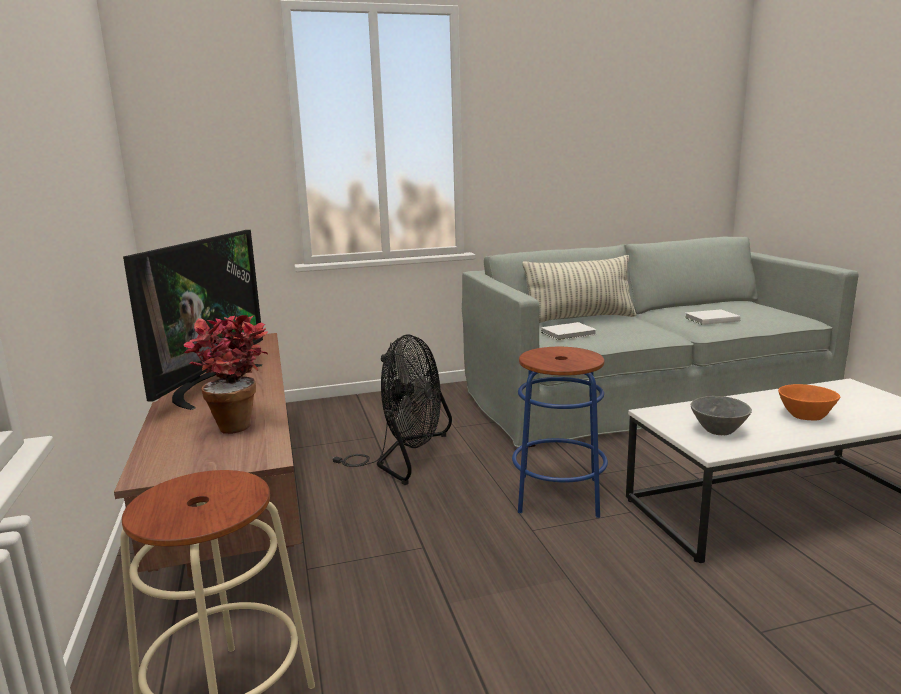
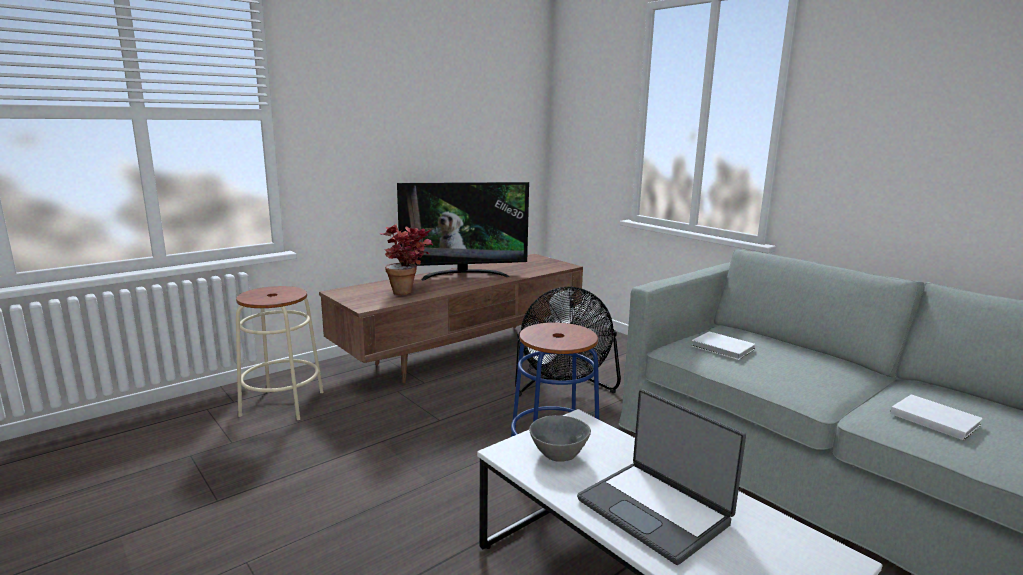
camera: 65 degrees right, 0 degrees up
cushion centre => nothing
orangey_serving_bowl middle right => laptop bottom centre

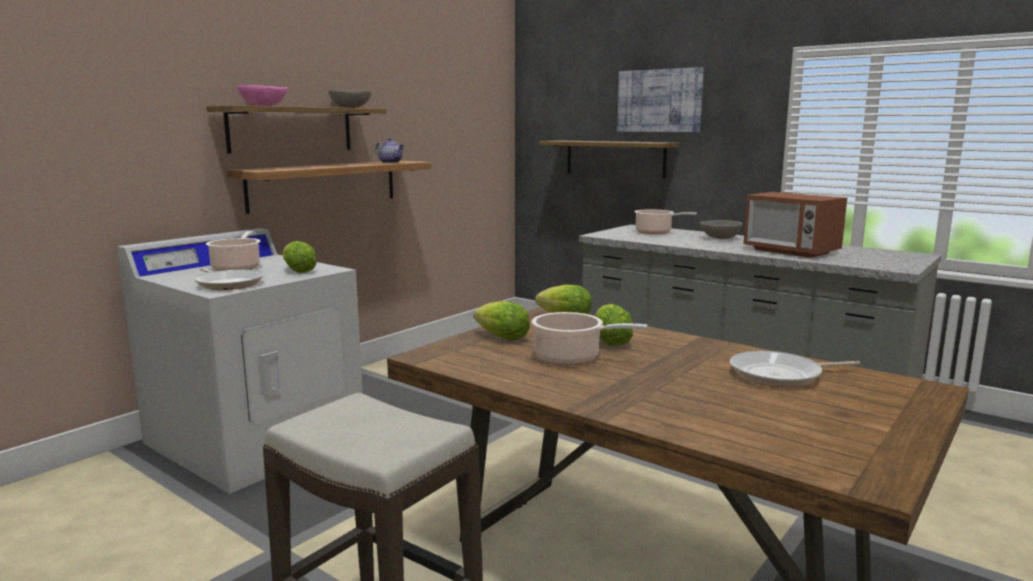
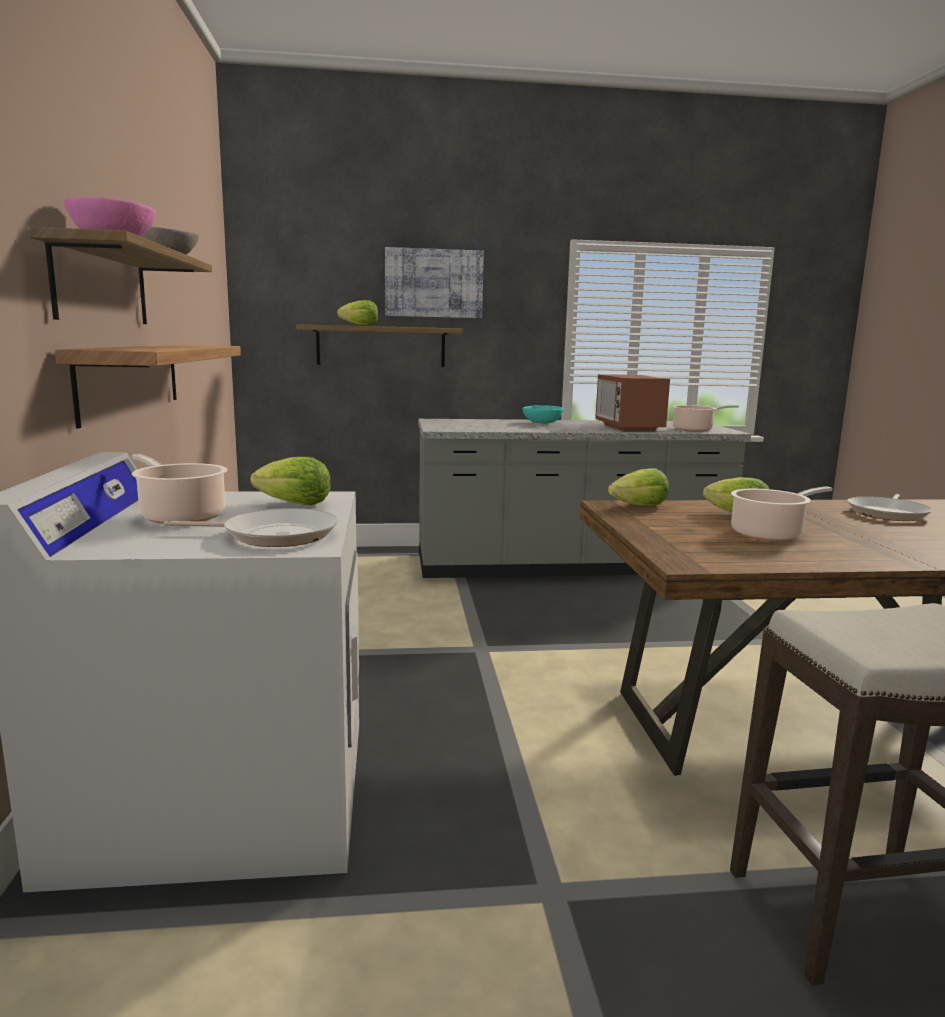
camera: 45 degrees left, 0 degrees up
teapot top centre => nothing
microwave middle right, 75 degrees clockwise
saucepot (3rd from left in the first image) centre => saucepot (2nd from left) middle right, moved
gray_serving_bowl (2nd from left) middle right => turquoise-coloured_serving_bowl centre
lettuce (2nd from left) centre => lettuce (2nd from left) top centre, moved

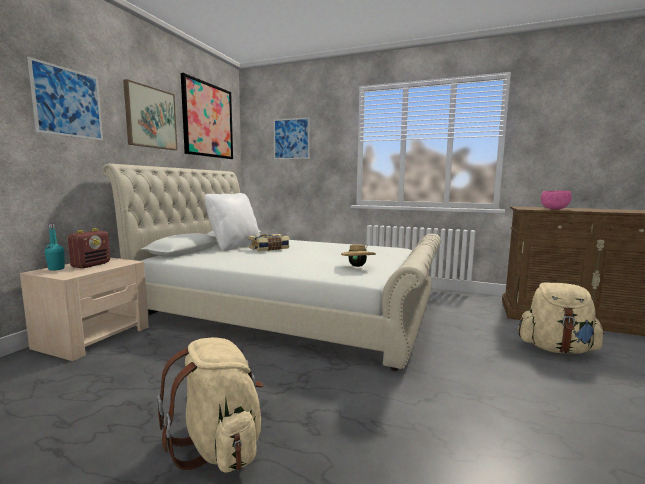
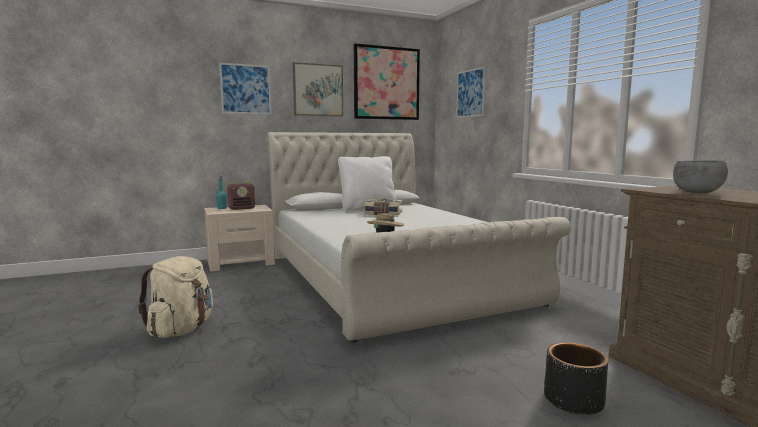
camera: 45 degrees right, 0 degrees up
pink-coloured_serving_bowl middle right => gray_serving_bowl middle right
beige_rucksack (2nd from left) middle right => black_plant_pot bottom right

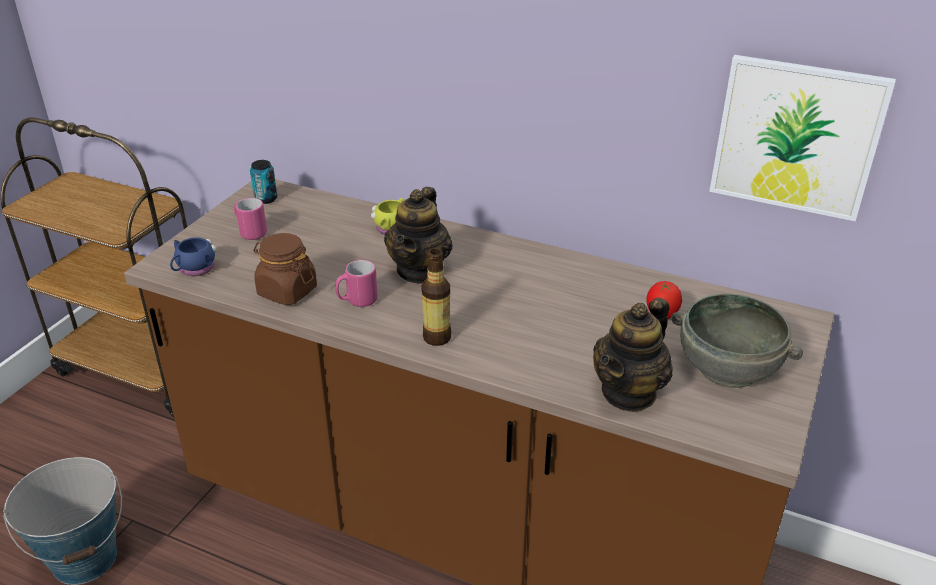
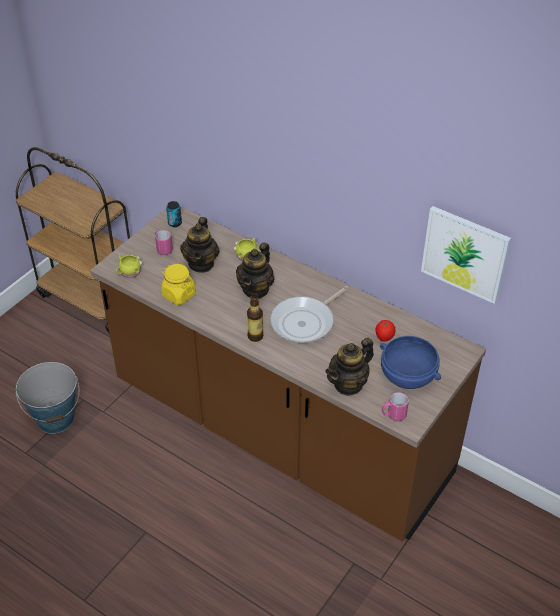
camera: 10 degrees right, 10 degrees up
brown_storage_jar middle left => yellow-coloured_storage_jar middle left
bluish_tea_mug middle left => yellow-coloured_tea_mug (1st from left) middle left
pink-coloured_tea_mug (2nd from left) centre => pink-coloured_tea_mug (2nd from left) middle right, moved
gray_serving_bowl middle right => bluish_serving_bowl middle right
nothing => teapot (1st from left) centre
nothing => frying_pan centre

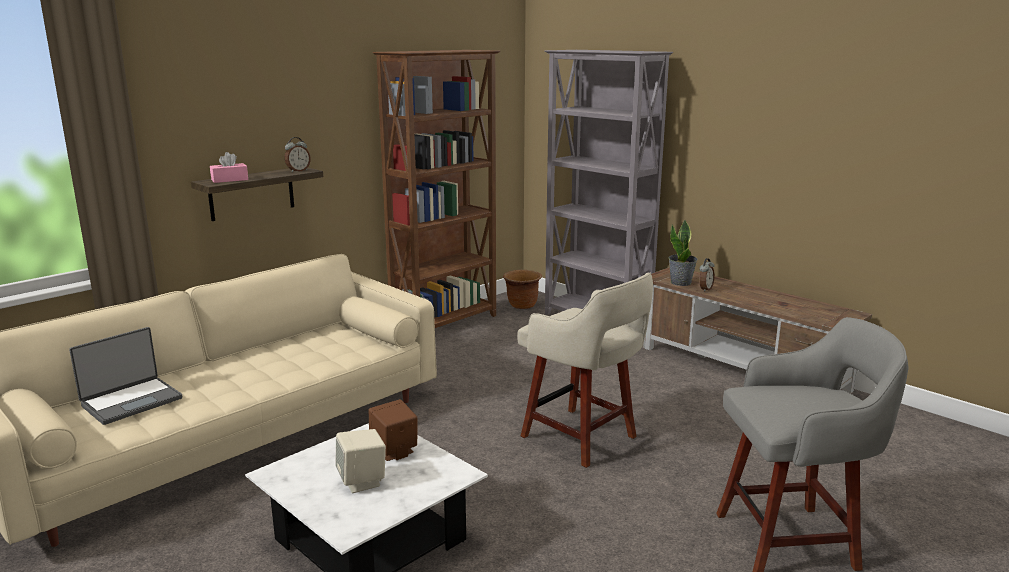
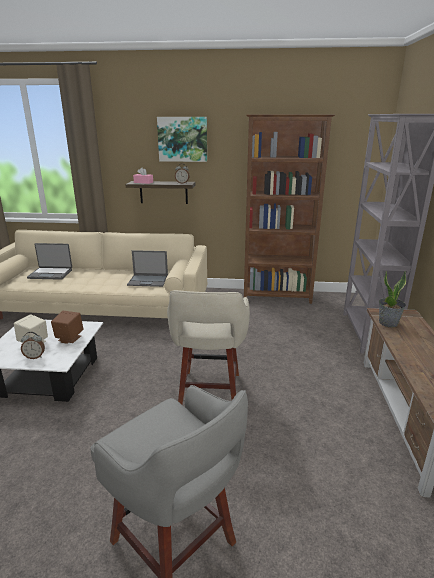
camera: 50 degrees right, 5 degrees up
alarm_clock (2nd from left in the first image) middle right => alarm_clock (1st from left) middle left, moved
brown_plant_pot centre => nothing
nothing => wall_art top centre
nothing => laptop (2nd from left) centre

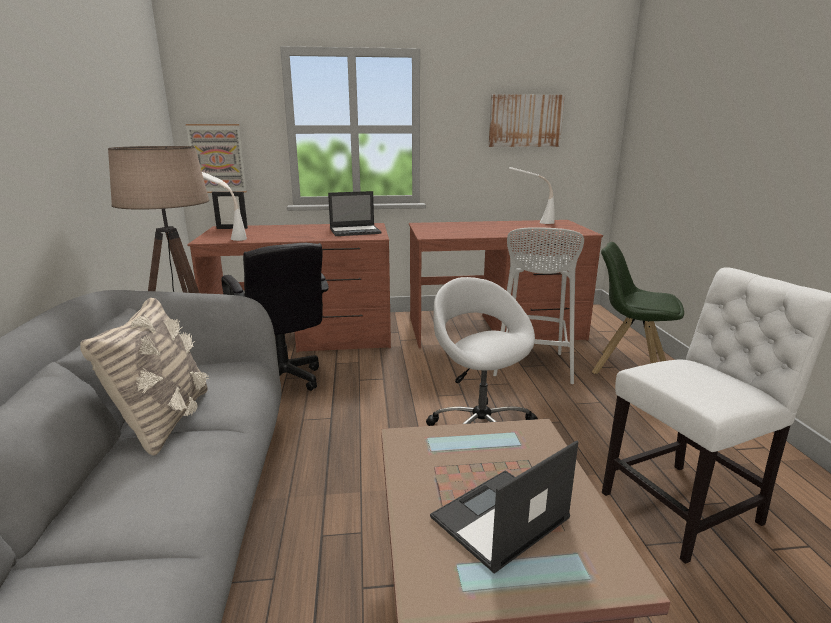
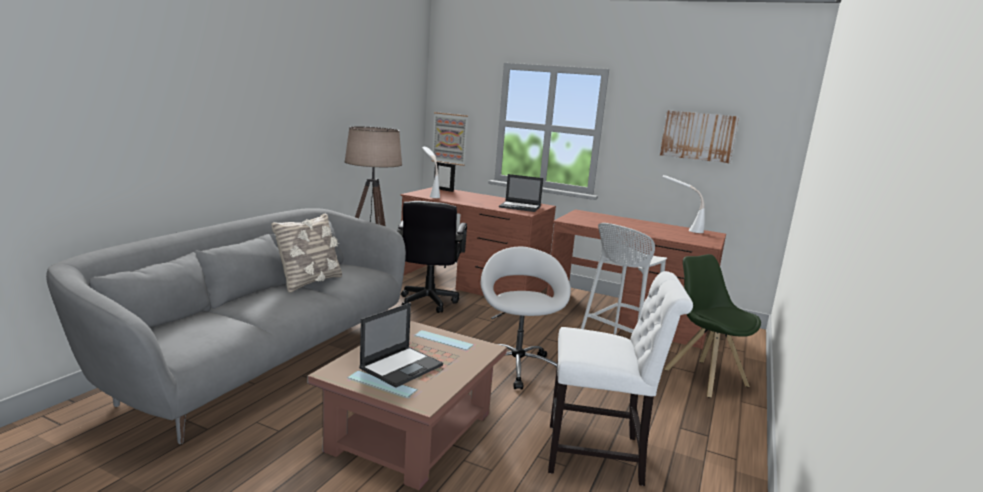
camera: 30 degrees right, 5 degrees down
laptop (2nd from left in the first image) bottom centre => laptop (1st from left) bottom centre, 135 degrees clockwise

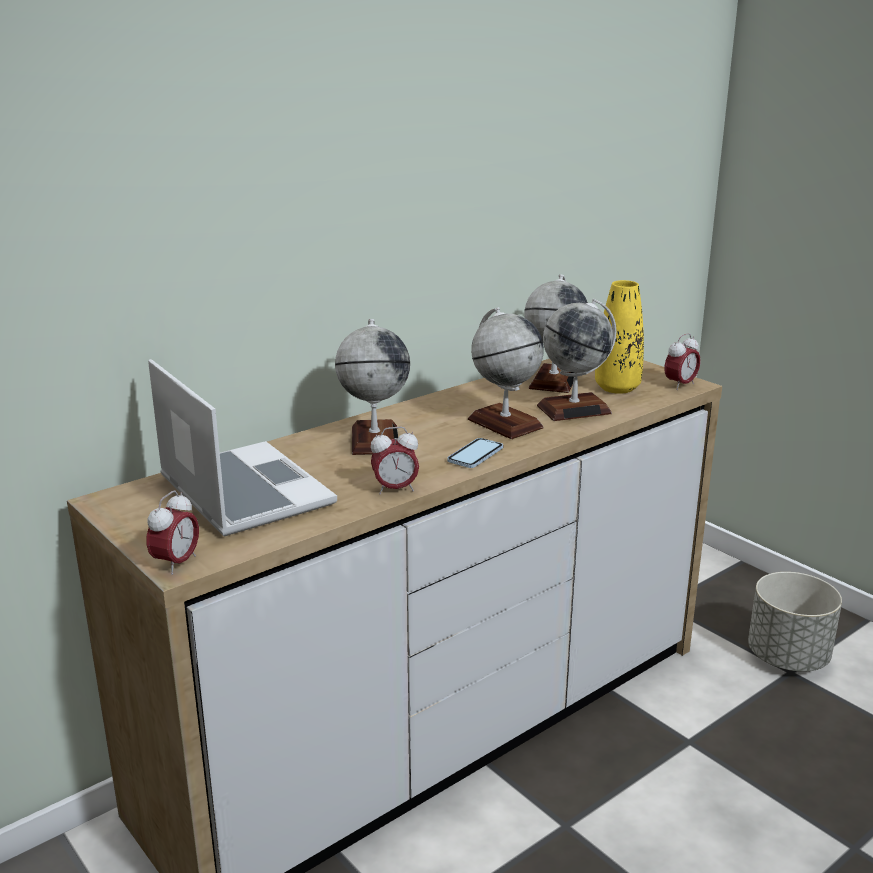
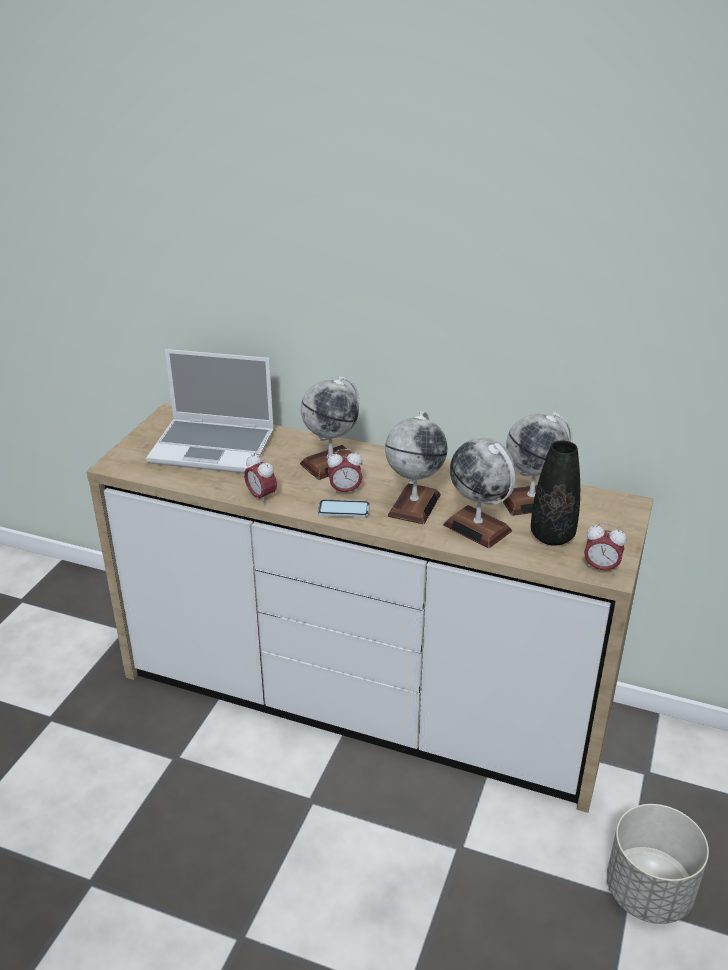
camera: 60 degrees right, 10 degrees up
yellow-coloured_vase middle right => black_vase middle right
laptop middle left, 75 degrees clockwise
alarm_clock (1st from left in the first image) middle left => alarm_clock (2nd from left) centre, moved

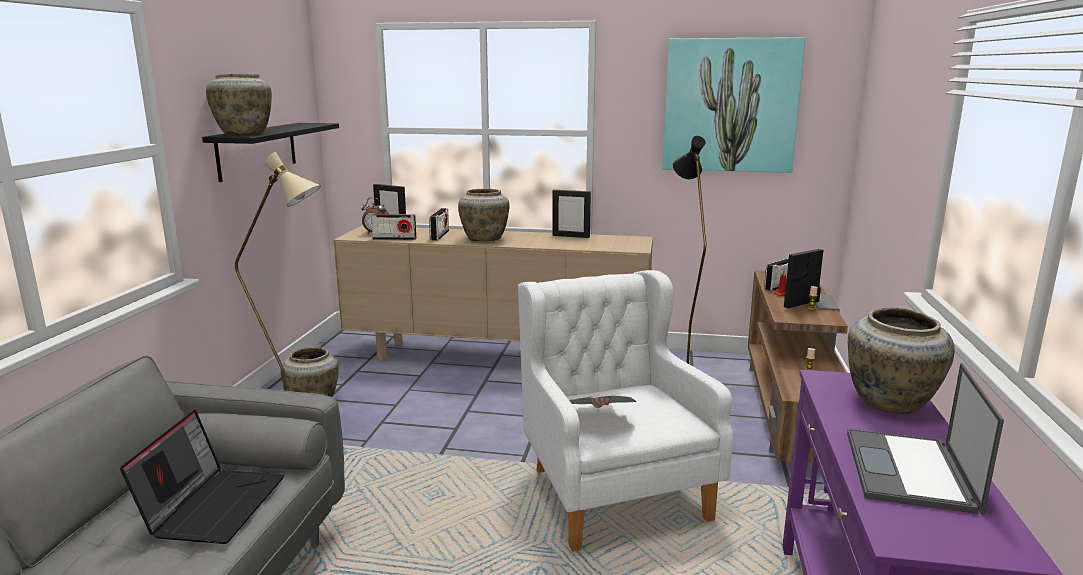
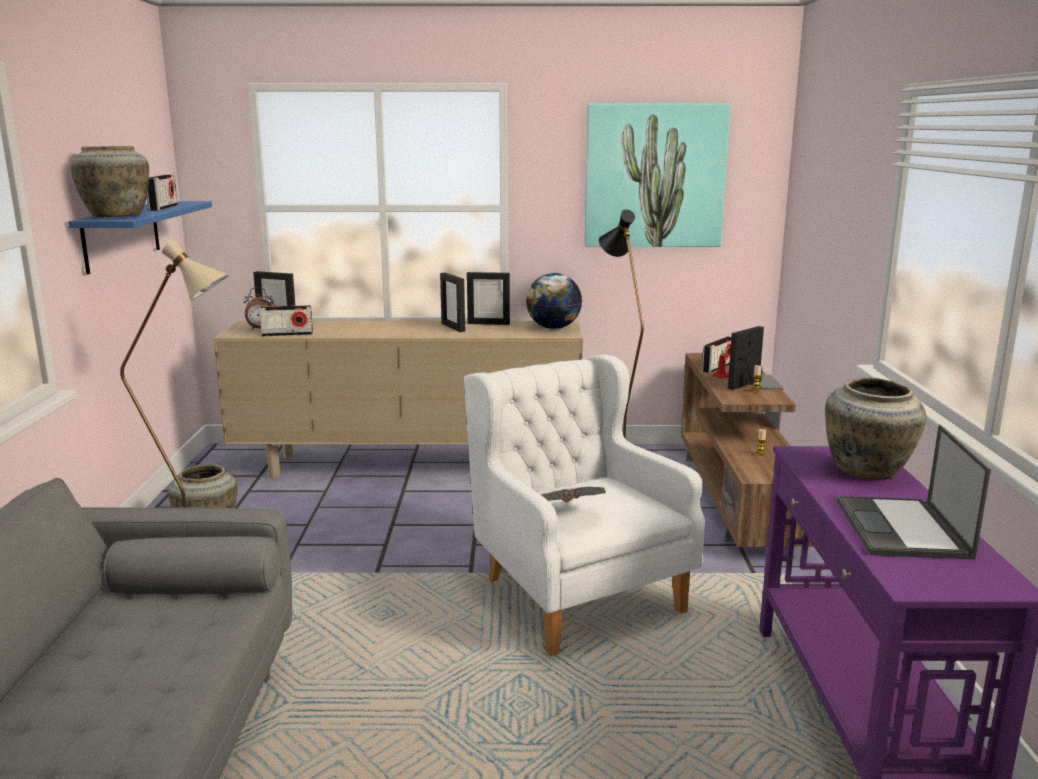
camera: 10 degrees left, 0 degrees up
black_shelf top left => bluish_shelf top left
beige_vase (3rd from left) centre => nothing
radio_receiver (2nd from left in the first image) centre => radio_receiver (1st from left) top left, moved
laptop (1st from left) bottom left => nothing
nothing => photo_frame (2nd from left) centre
nothing => world_globe centre

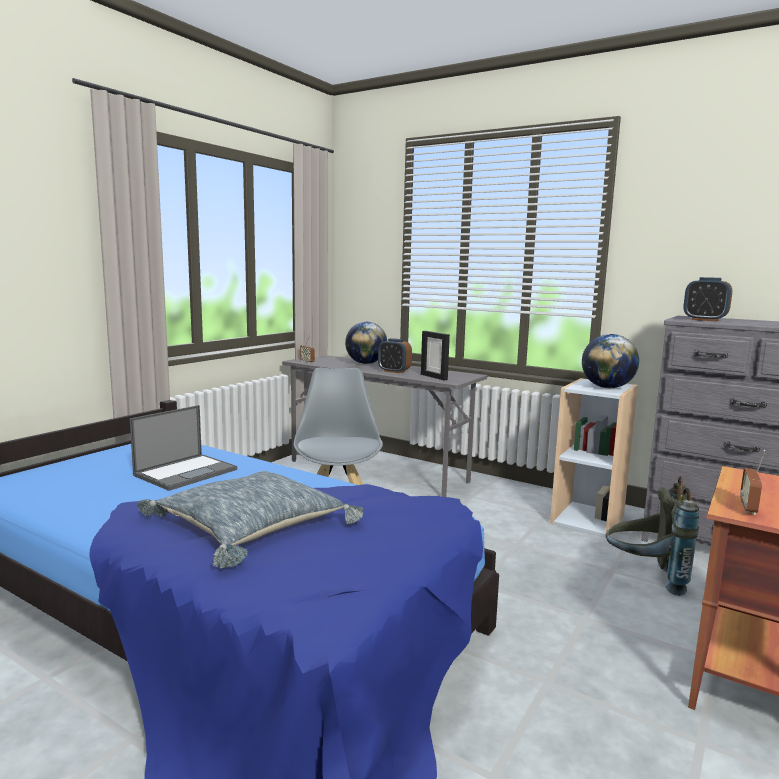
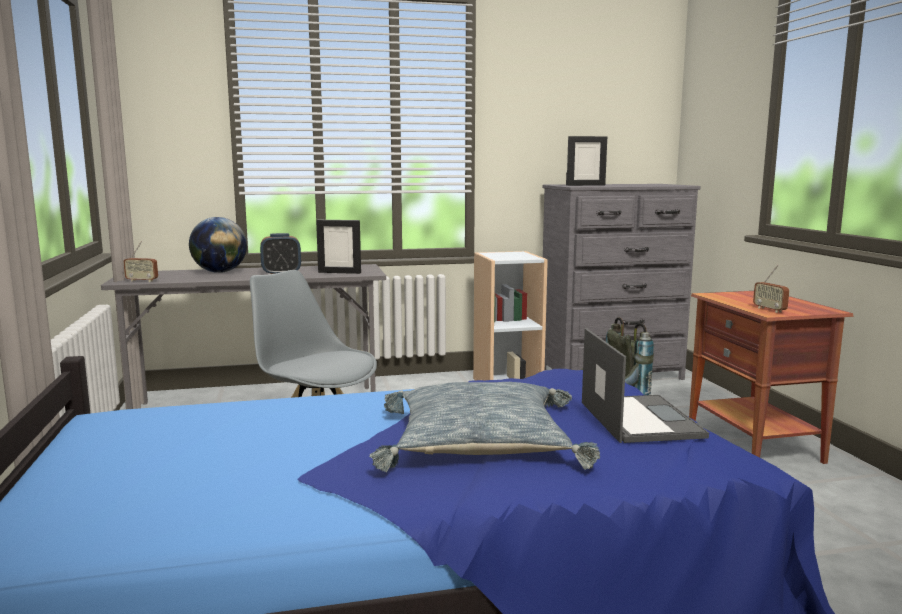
camera: 45 degrees left, 0 degrees up
alarm_clock (2nd from left) middle right => photo_frame (2nd from left) top centre
world_globe (2nd from left) middle right => nothing
laptop middle left => laptop middle right, moved

